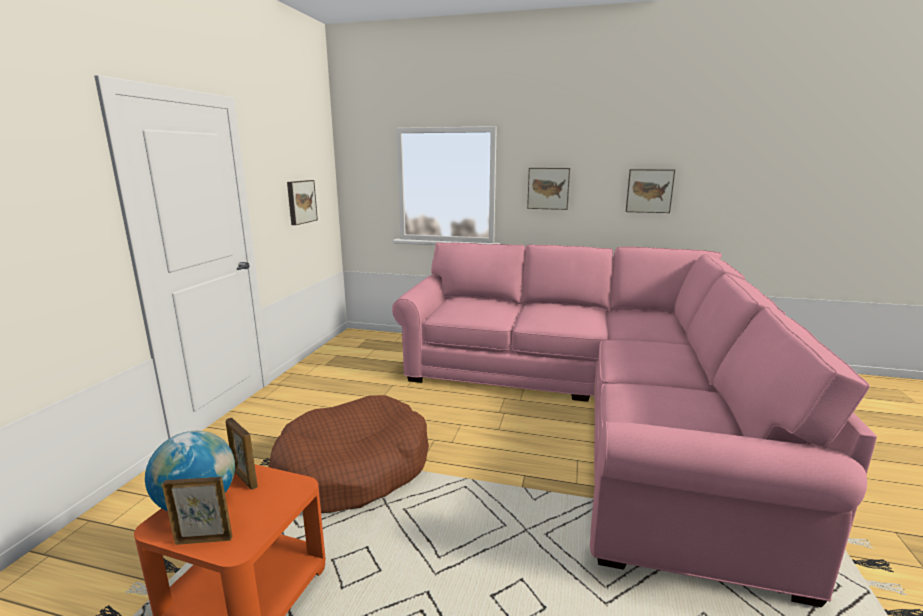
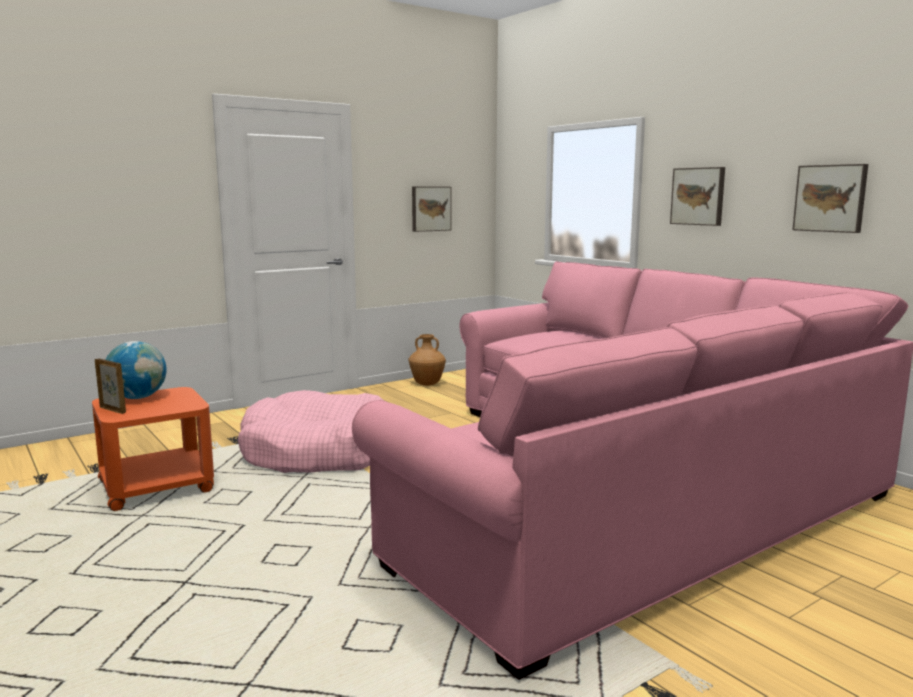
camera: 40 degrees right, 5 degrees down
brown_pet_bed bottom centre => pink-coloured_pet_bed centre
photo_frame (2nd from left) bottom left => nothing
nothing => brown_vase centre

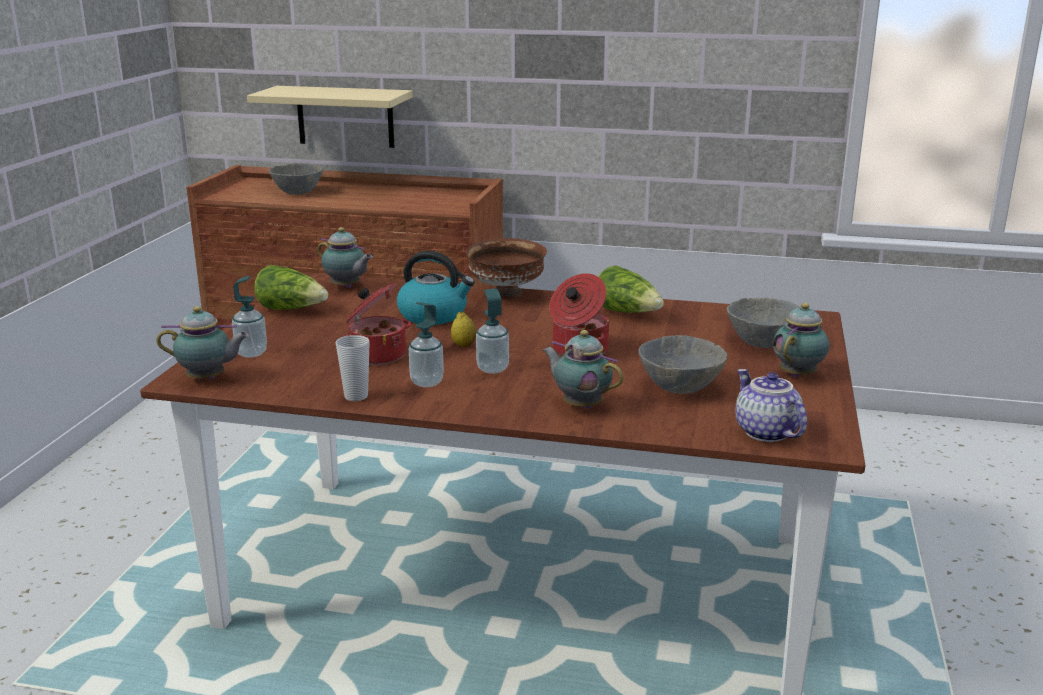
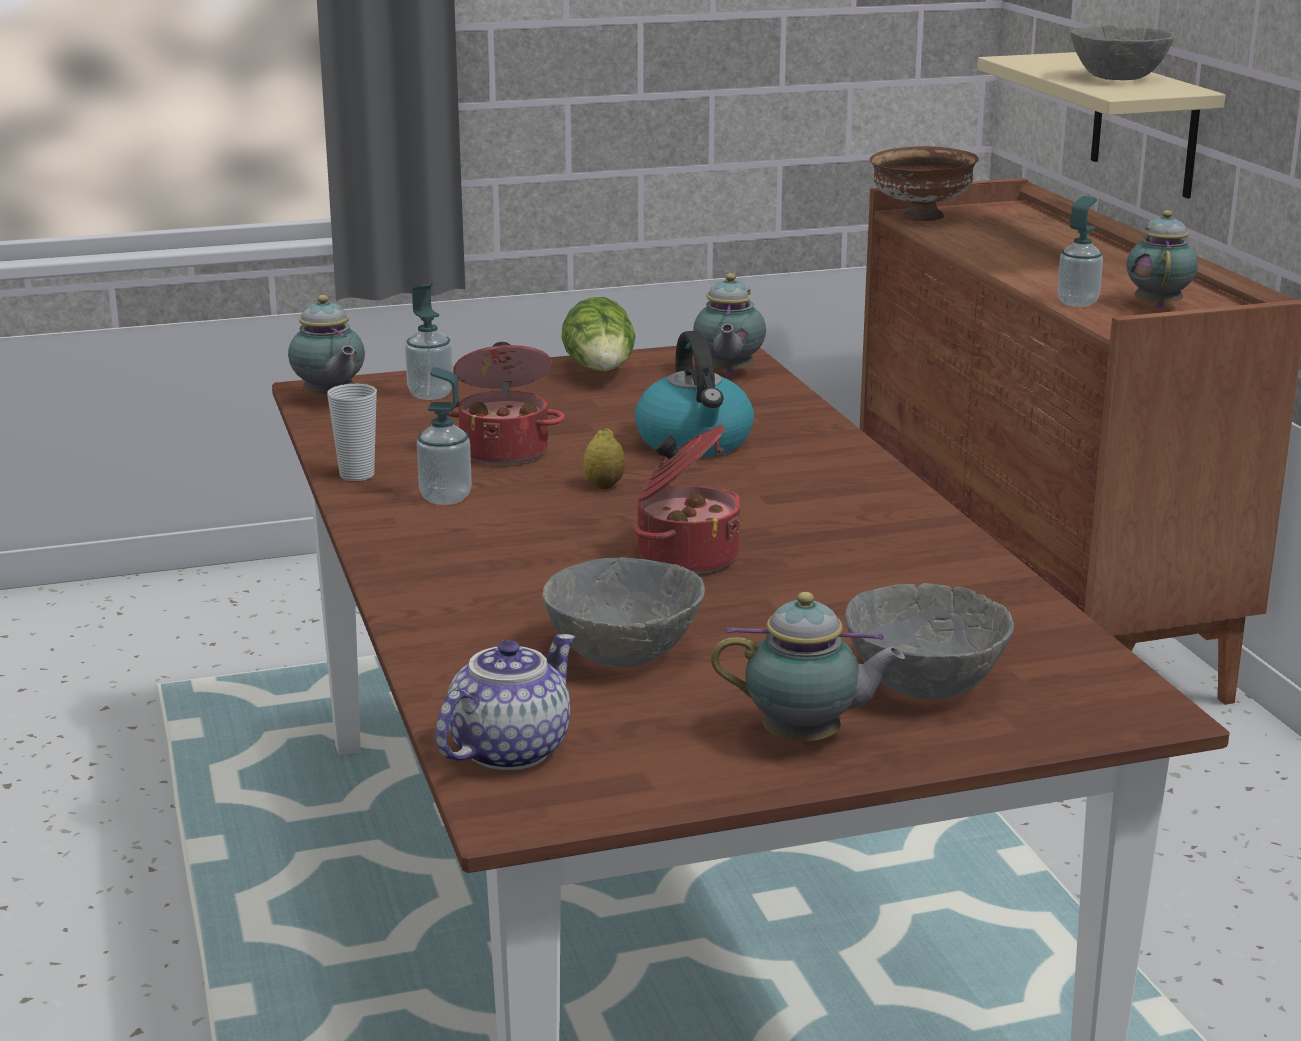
camera: 60 degrees right, 0 degrees up
gray_serving_bowl (1st from left in the first image) top left => gray_serving_bowl (3rd from left) top right, moved
brown_serving_bowl centre => brown_serving_bowl top right, moved
lettuce (2nd from left) centre => nothing
liquid_soap_bottle (3rd from left) centre => liquid_soap_bottle (3rd from left) top right, moved
teapot (3rd from left in the first image) centre => teapot (5th from left) top right, moved

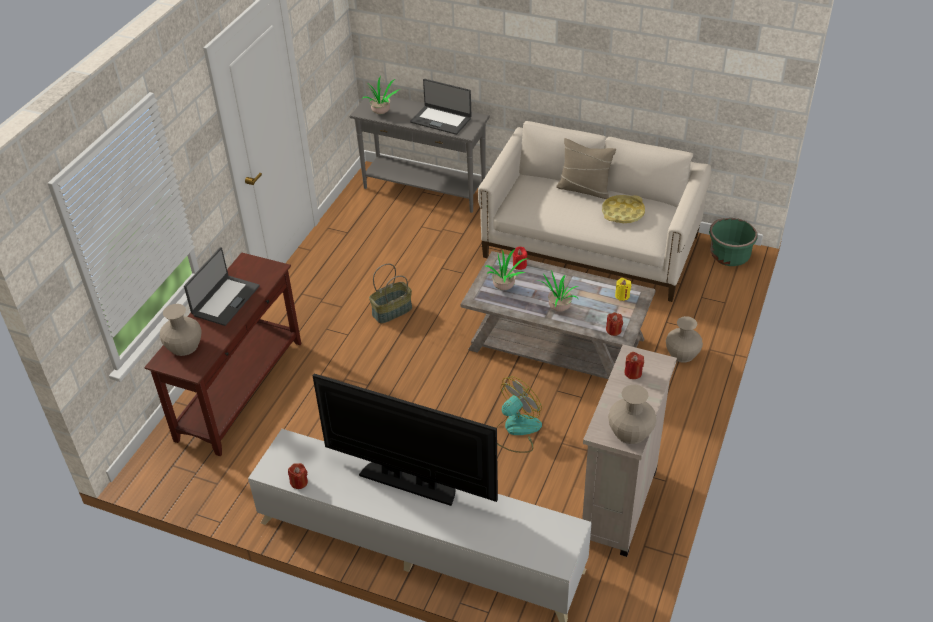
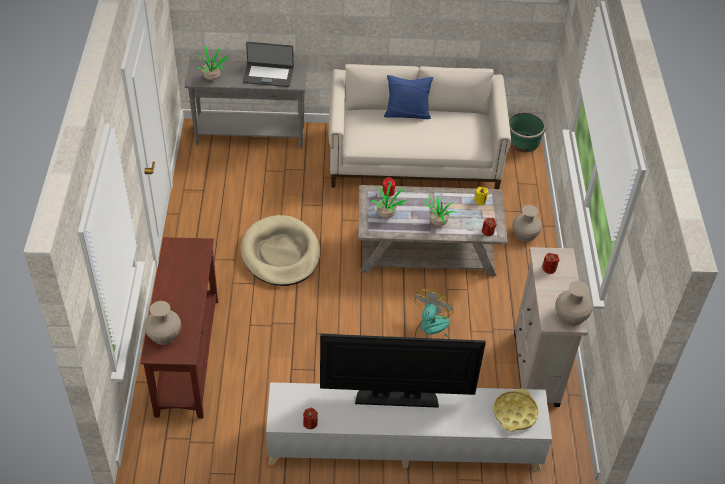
camera: 25 degrees left, 5 degrees up
beige_cushion top centre => bluish_cushion top centre
yellow-coloured_serving_tray middle right => yellow-coloured_serving_tray bottom right, moved
laptop (1st from left) middle left => nothing
household_basket centre => beige_pet_bed centre

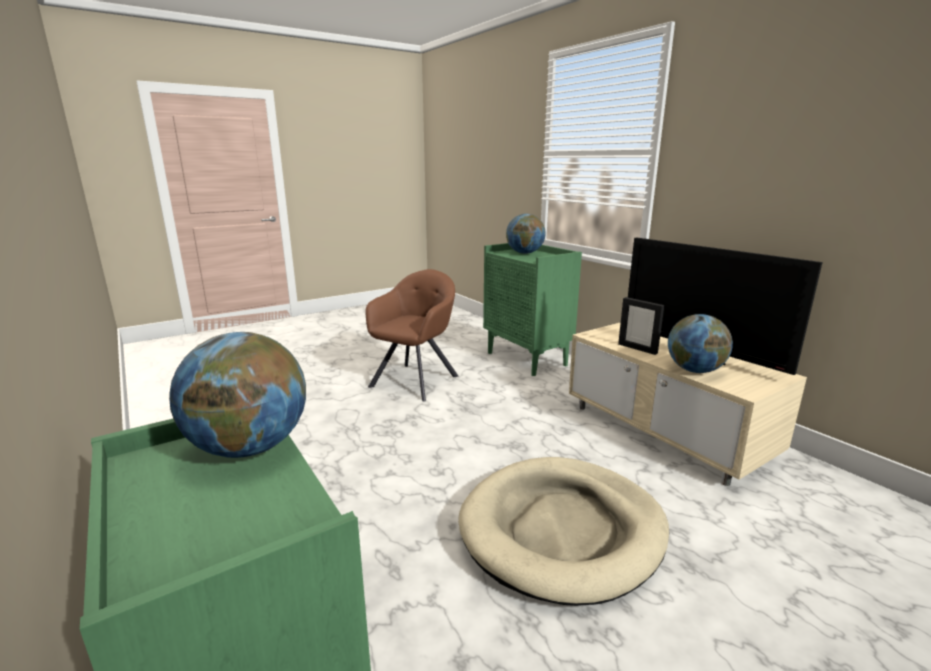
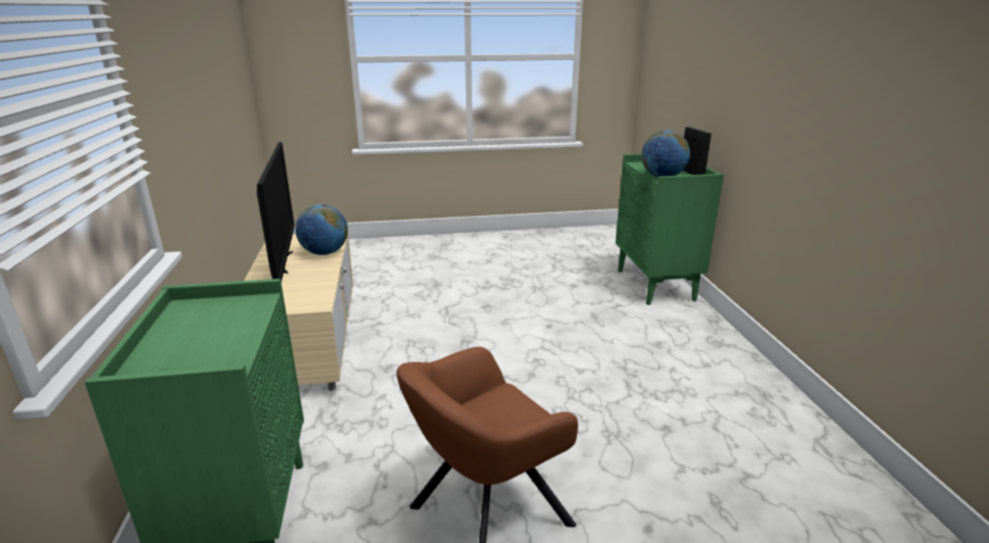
camera: 155 degrees left, 5 degrees up
world_globe (2nd from left) centre => nothing
photo_frame middle right => photo_frame top right, moved
beige_pet_bed bottom centre => nothing

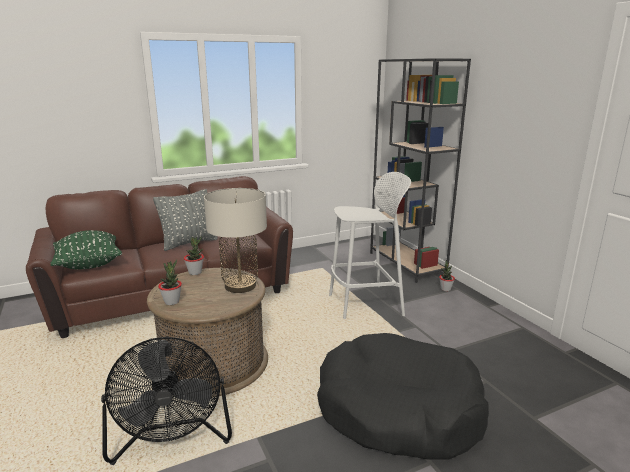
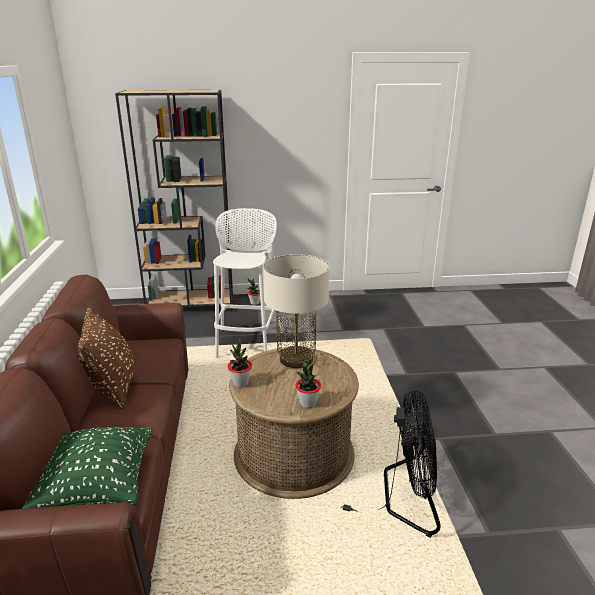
camera: 70 degrees left, 5 degrees up
gray_cushion middle left => brown_cushion middle left
black_pet_bed bottom centre => nothing

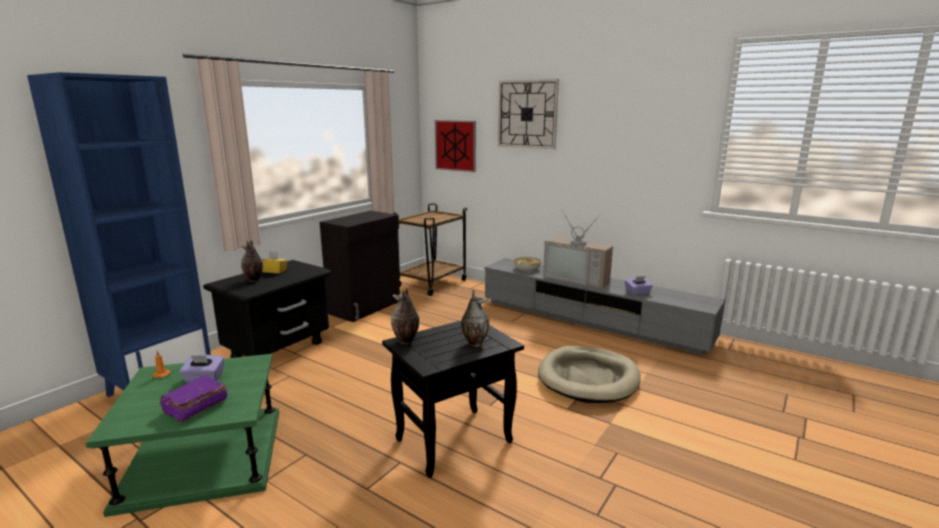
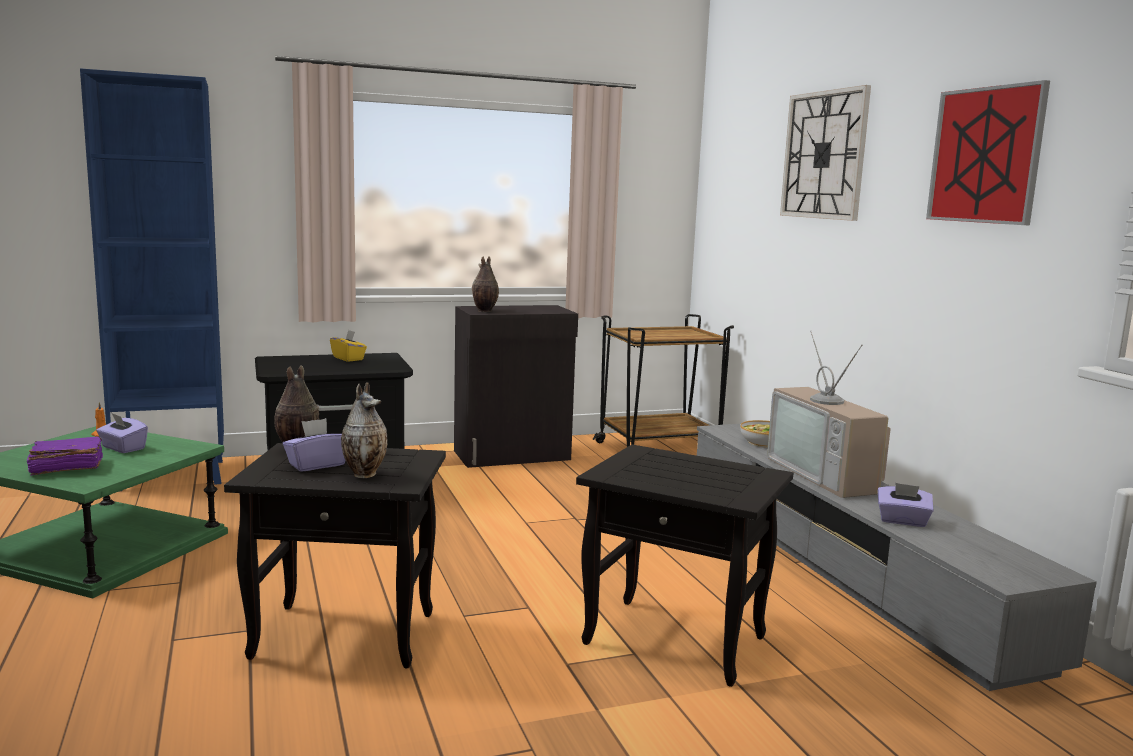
camera: 35 degrees right, 5 degrees down
wall_art top centre => wall_art top right, moved
vase (1st from left in the first image) middle left => vase (3rd from left) centre, moved
beige_pet_bed bottom centre => black_accent_table (2nd from left) bottom centre
nothing => purplish_tissue_box (2nd from left) middle left

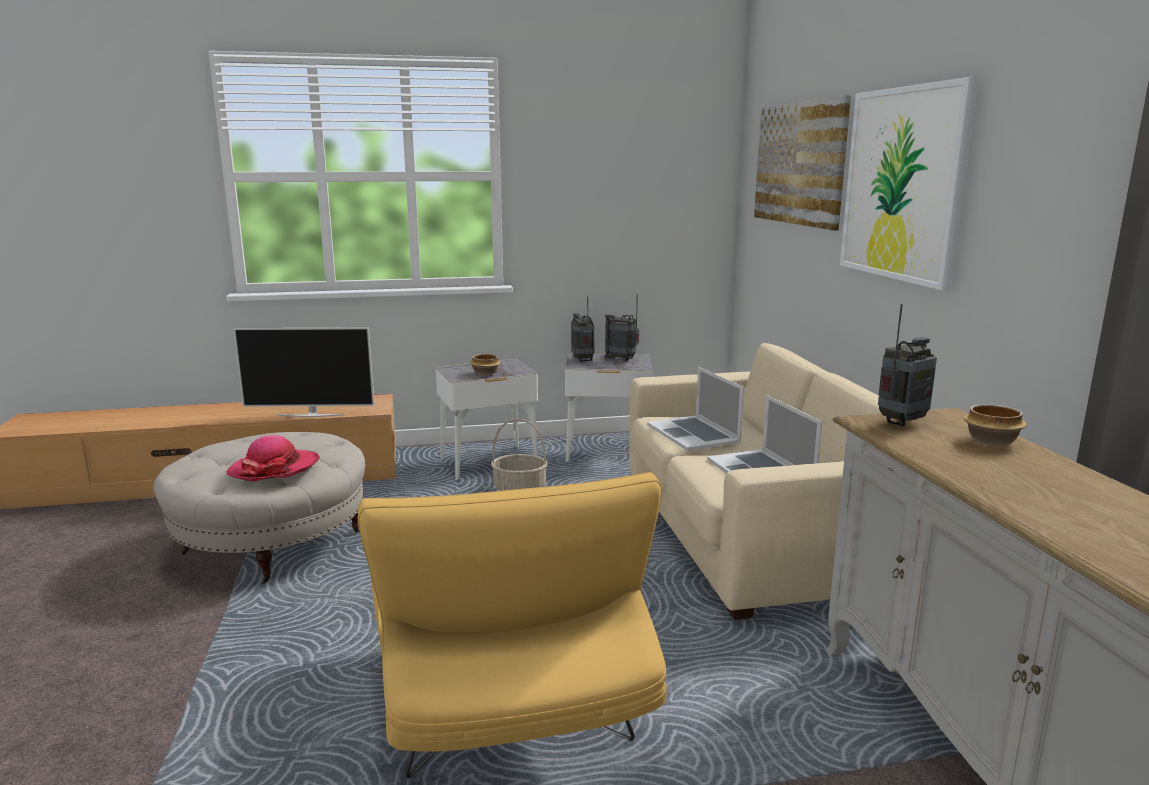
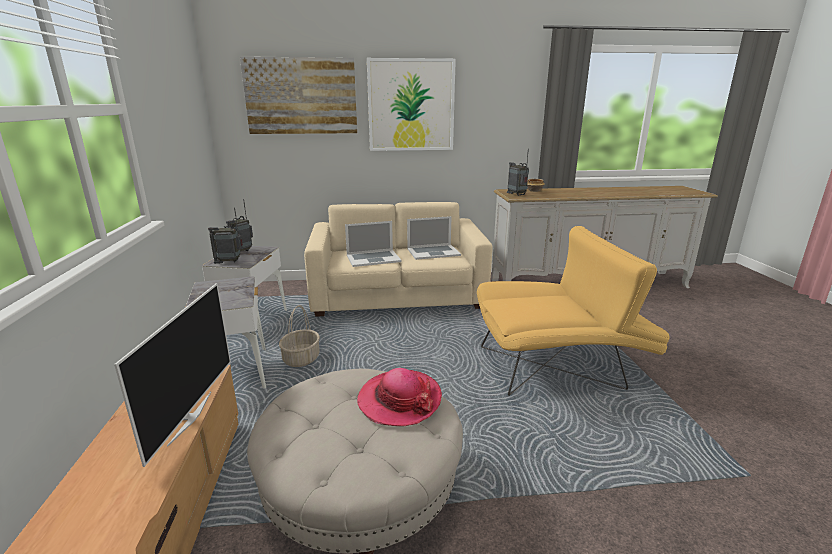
camera: 85 degrees left, 5 degrees up
serving_bowl (1st from left) centre => nothing

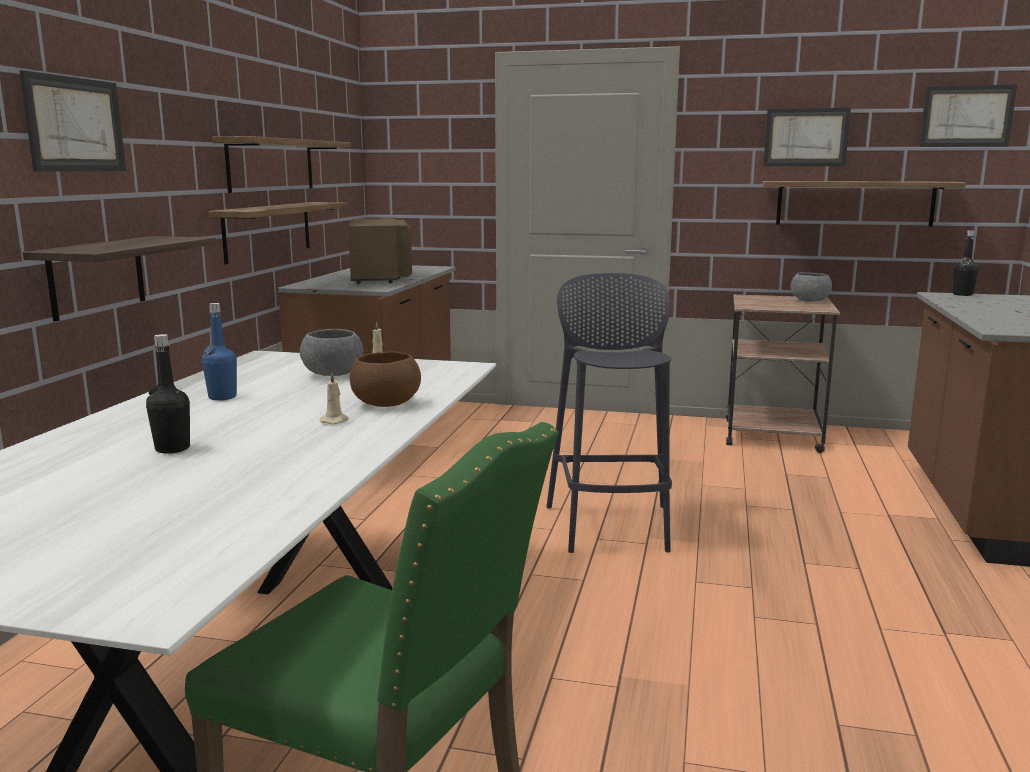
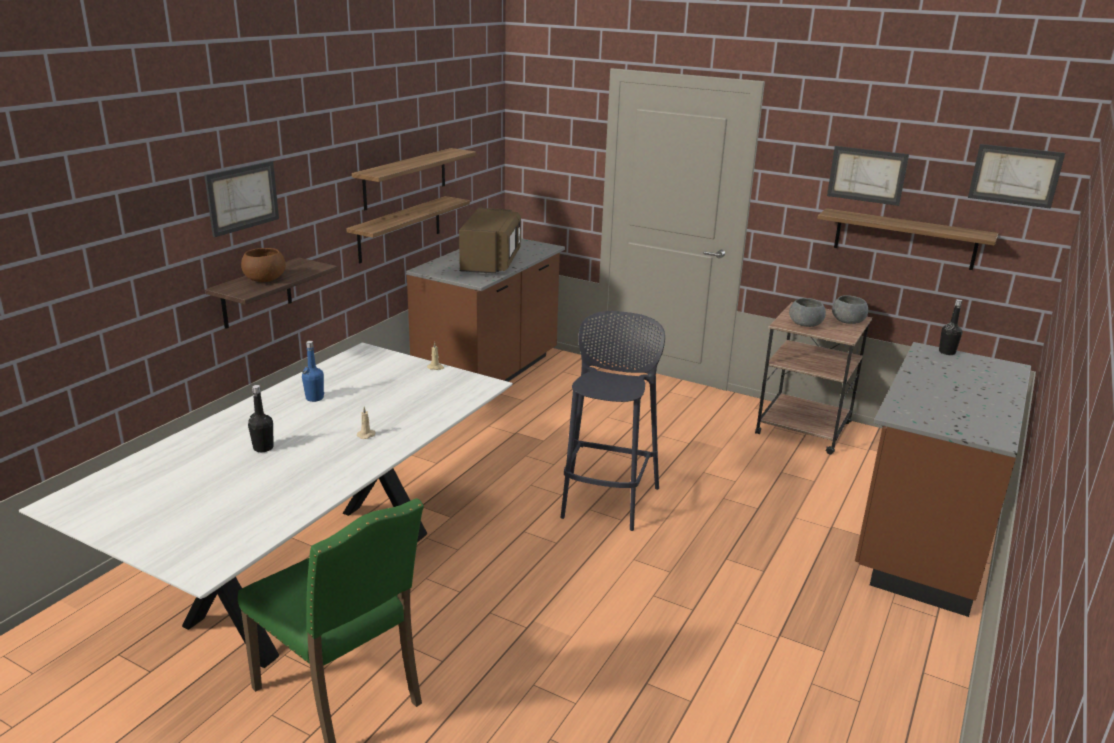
camera: 15 degrees right, 10 degrees up
gray_serving_bowl (1st from left) middle left => gray_serving_bowl (1st from left) middle right, moved
brown_serving_bowl centre => brown_serving_bowl middle left, moved

